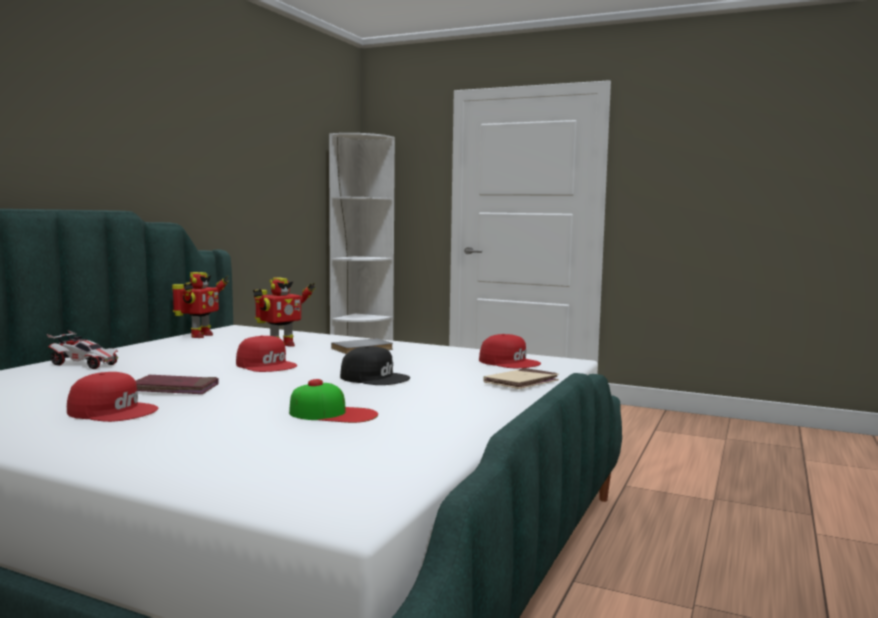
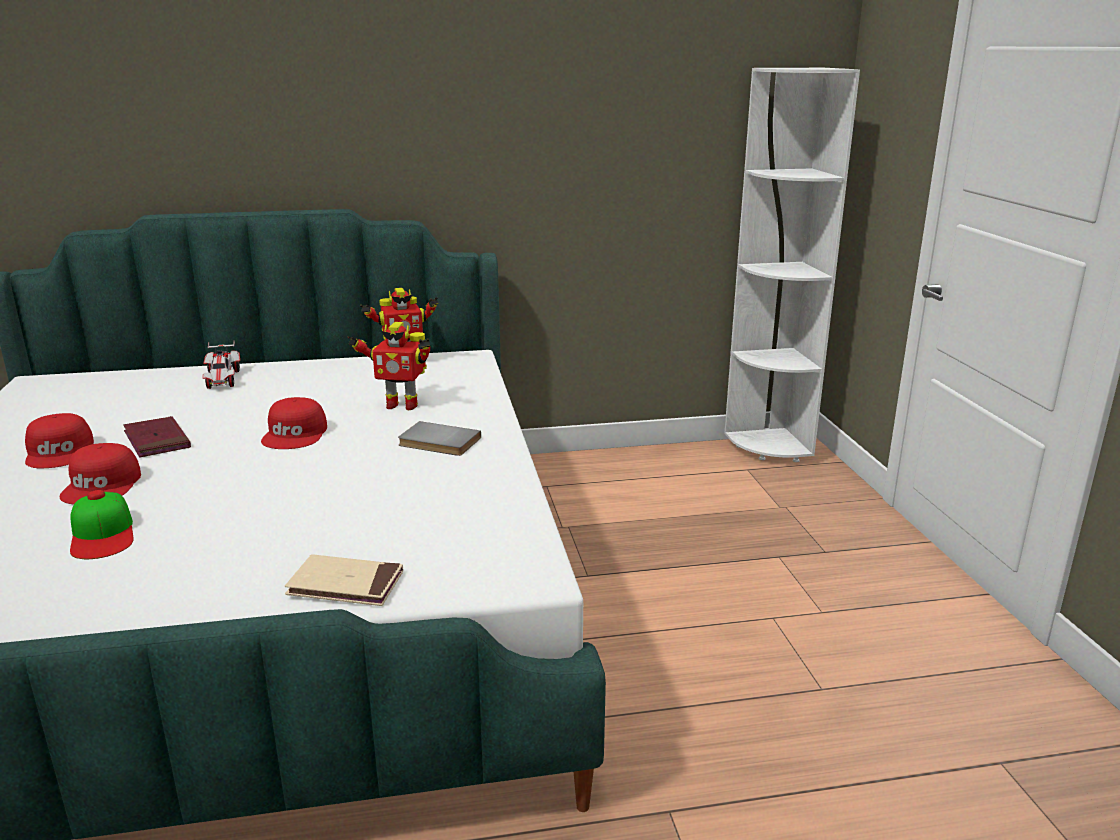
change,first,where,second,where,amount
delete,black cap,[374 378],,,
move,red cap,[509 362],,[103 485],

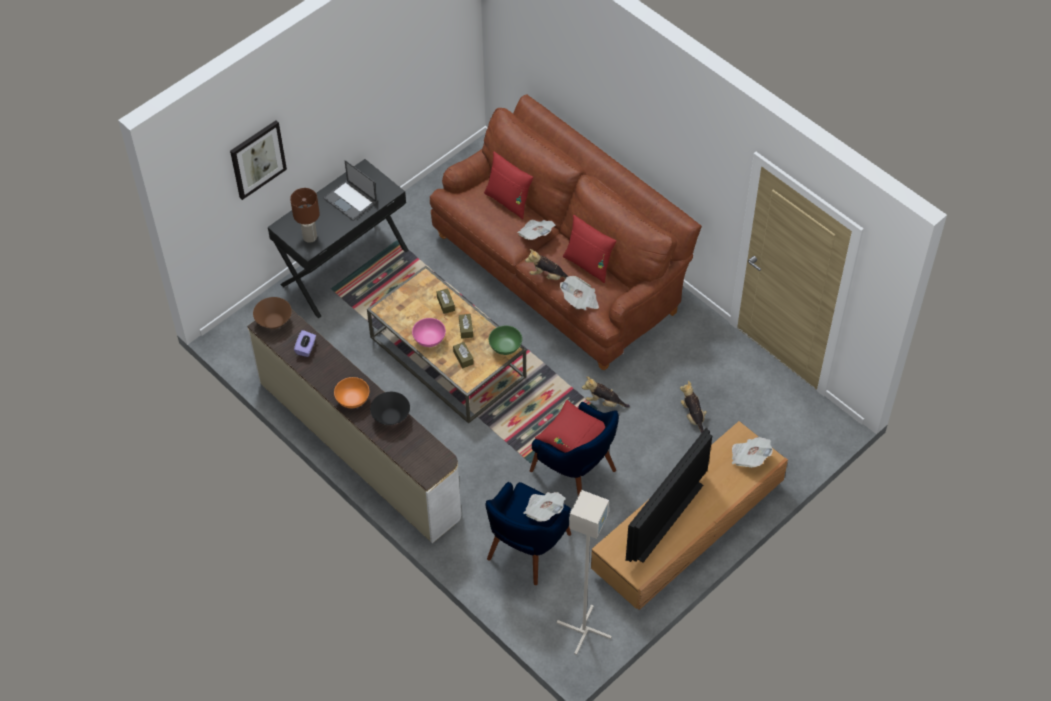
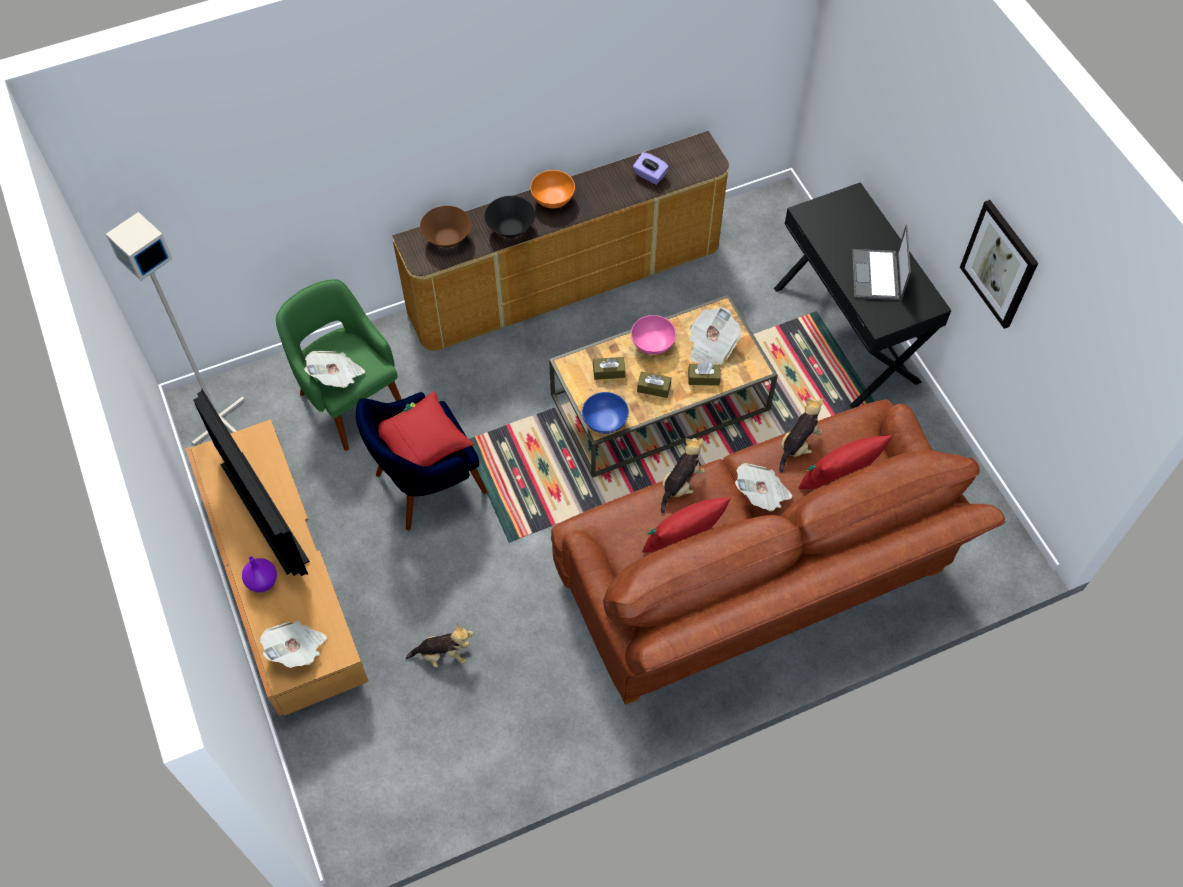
change,first,where,second,where,amount
move,picture,[257 159],,[999 264],
recolor,white cabinet,[360 447],brown cabinet,[567 281],
move,brown bowl,[274 321],,[447 239],
delete,brown table lamp,[310 237],,,
rotate,laptop,[351 200],,[877 276],60 degrees counterclockwise
recolor,blue armchair,[527 548],green armchair,[350 400],
recolor,green bowl,[505 347],blue bowl,[605 422],
move,newspaper,[580 300],,[711 345],
move,plush toy,[604 402],,[798 445],
insert,,,purple vase,[262 581],

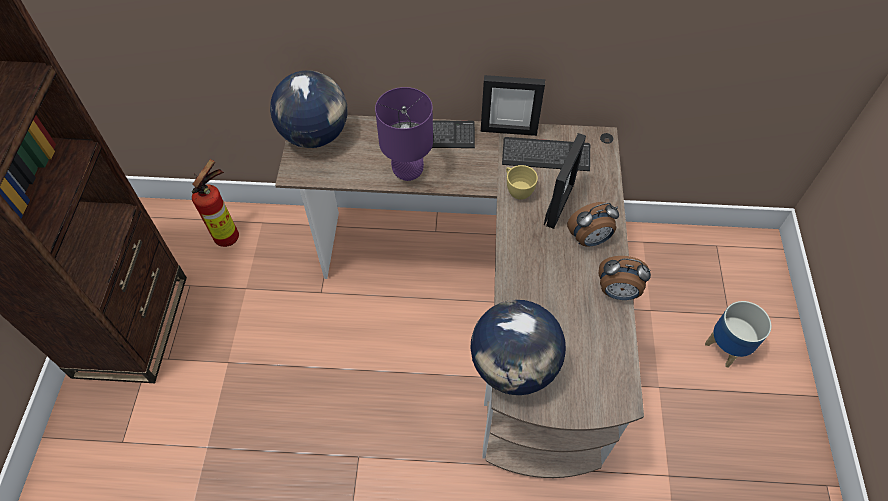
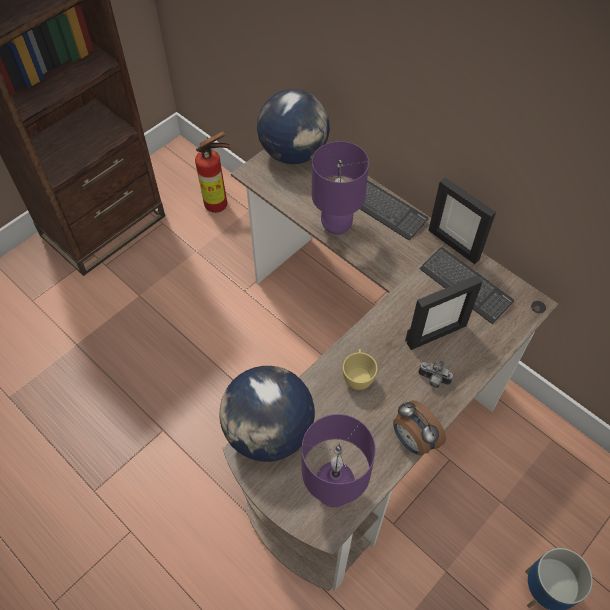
change,first,where,second,where,amount
move,yellow cup,[517 190],,[358 377],
replace,alarm clock,[589 239],photo camera,[433 380],
insert,,,purple table lamp,[332 489],

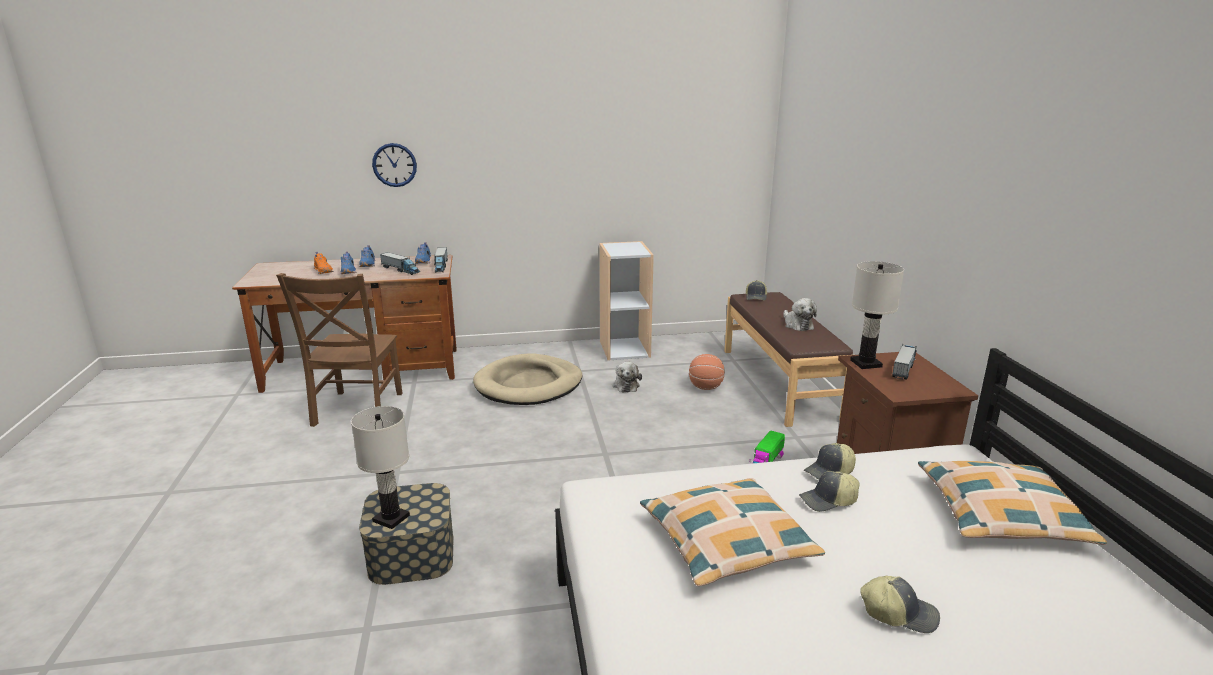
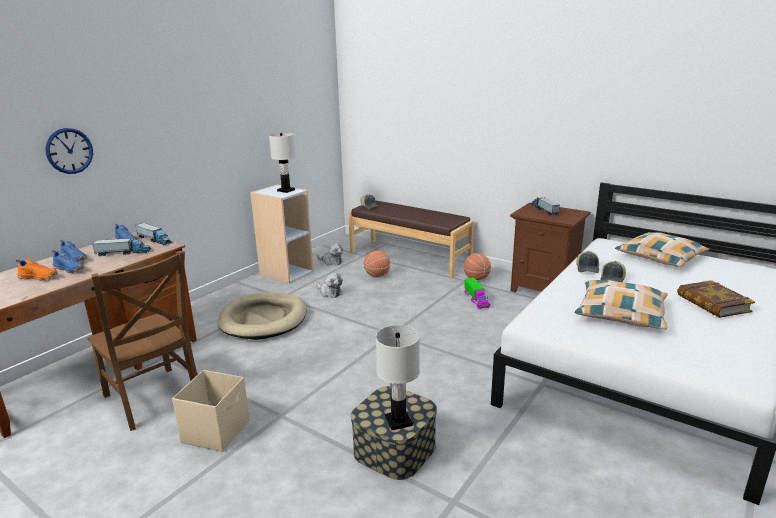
change,first,where,second,where,amount
move,plush toy,[797 325],,[331 262],
move,white table lamp,[866 363],,[286 190],
replace,cap,[898 613],book,[712 303],
insert,,,beige storage box,[217 431],
insert,,,basketball,[476 278],

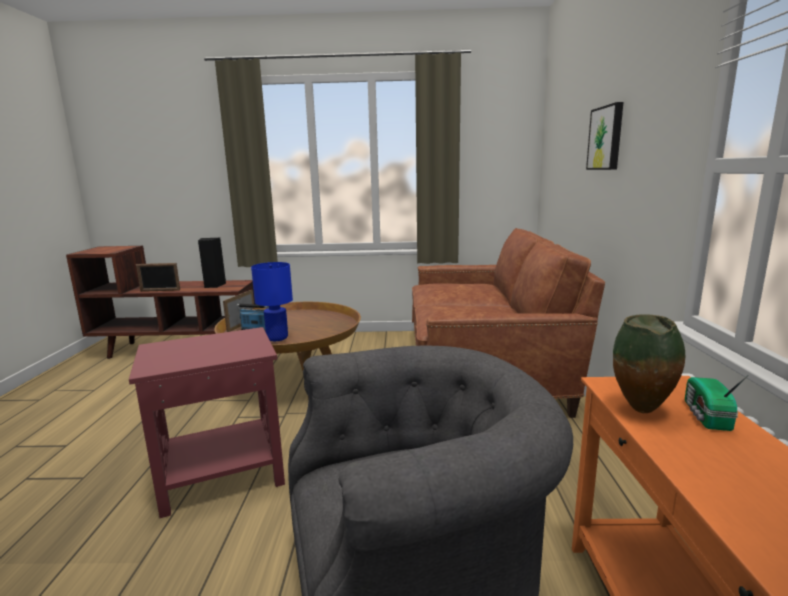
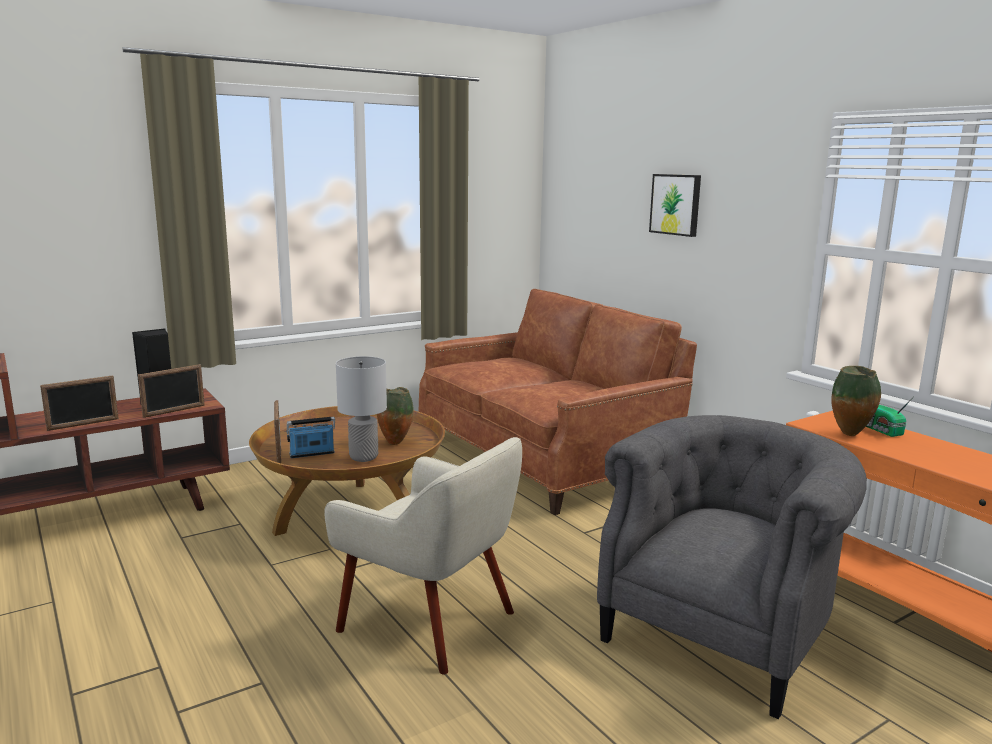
change,first,where,second,where,amount
replace,red side table,[222 474],beige armchair,[430 621],
recolor,blue table lamp,[277 339],grey table lamp,[363 459],
insert,,,picture frame,[174 411],
insert,,,vase,[395 443],

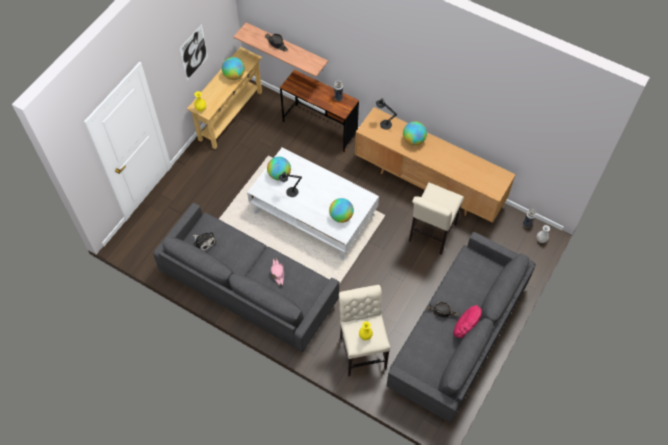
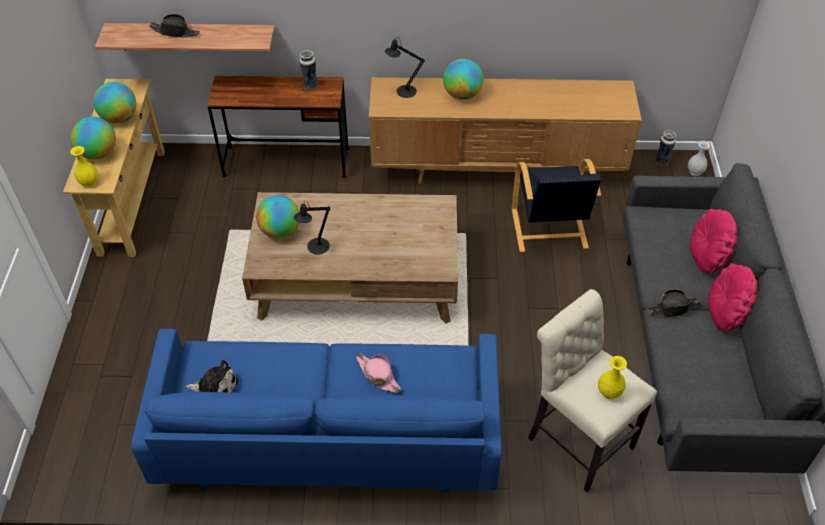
change,first,where,second,where,amount
recolor,grey sofa,[250 289],blue sofa,[329 438],
delete,picture,[194 52],,,
recolor,white coffee table,[313 213],brown coffee table,[356 277],
move,globe,[341 216],,[99 153],
replace,beige stool,[430 234],black armchair,[549 230],
insert,,,pink pillow,[706 258],

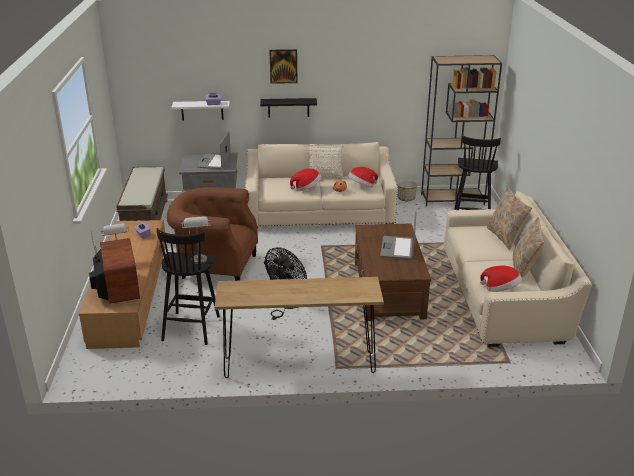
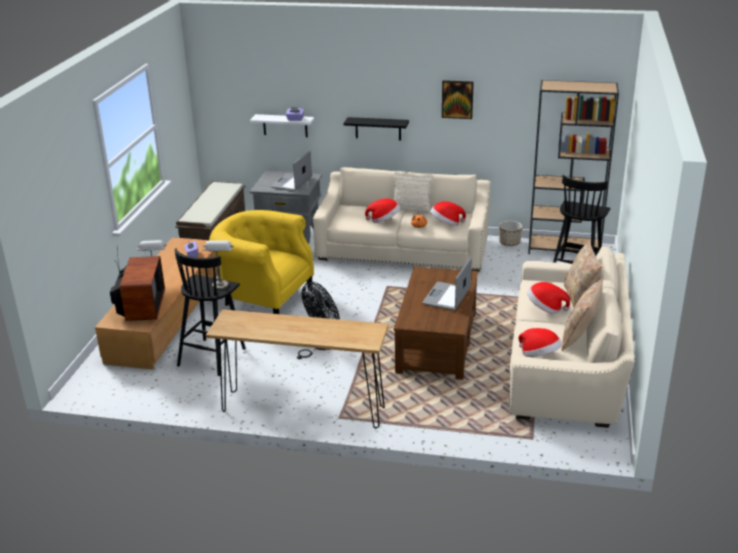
change,first,where,second,where,amount
recolor,brown armchair,[215 269],yellow armchair,[263 299],
move,picture,[283 66],,[457 99],
insert,,,hat,[545 308],

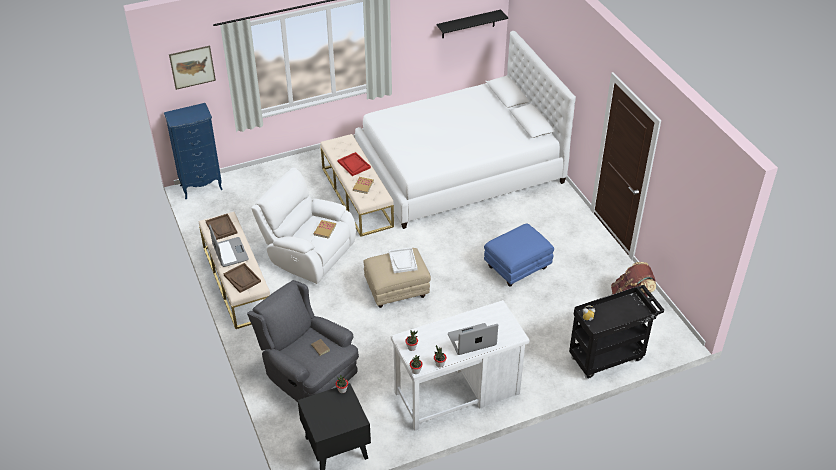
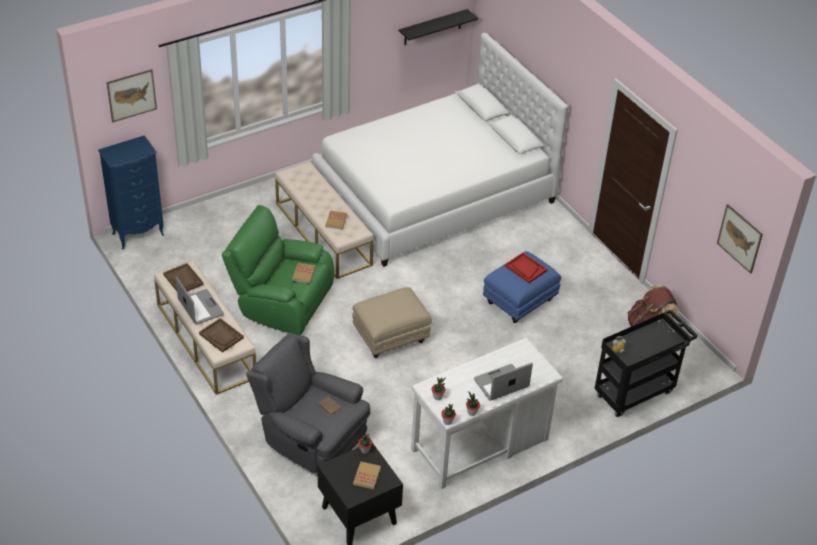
change,first,where,second,where,amount
recolor,white armchair,[308 253],green armchair,[281 302],
move,red tray,[354 165],,[525 268],
delete,white tray,[403 261],,,
insert,,,book,[367 476],
insert,,,picture,[739 238],

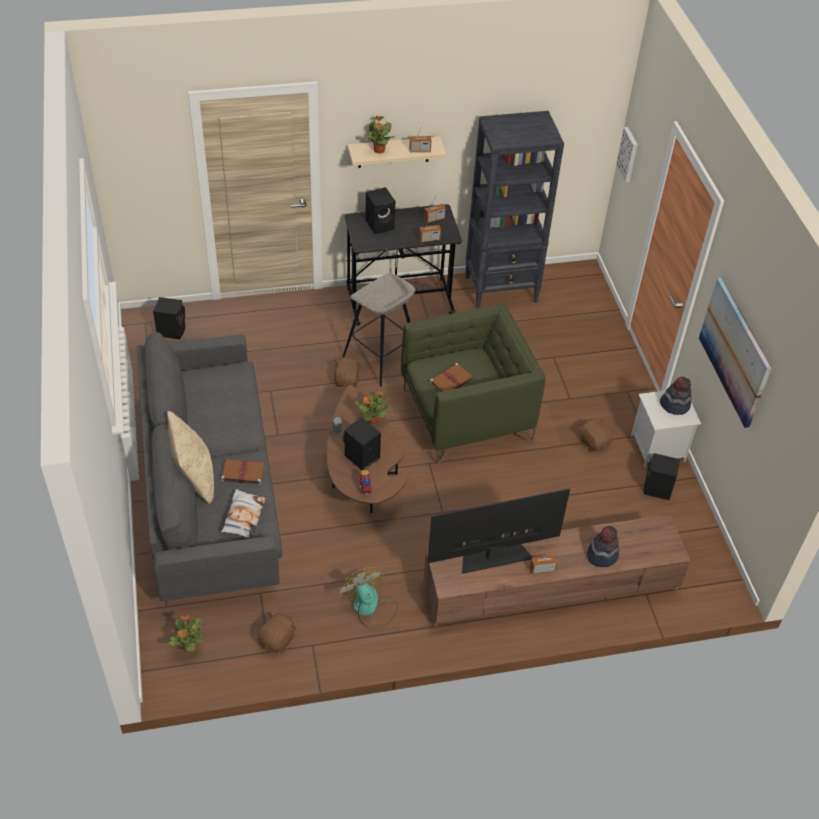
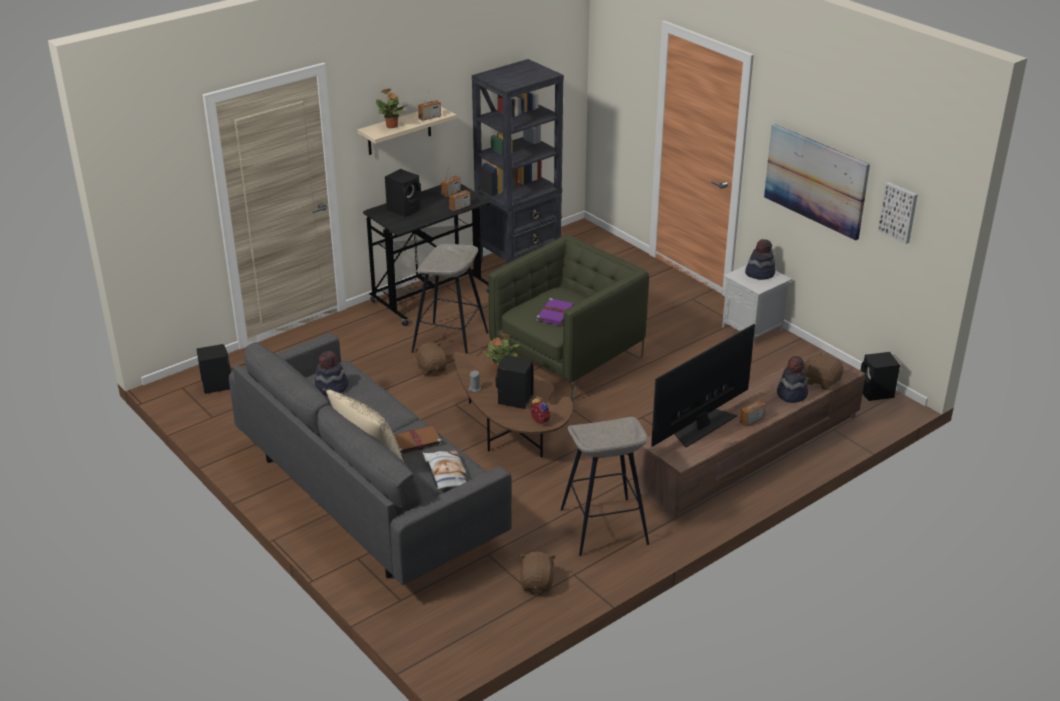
change,first,where,second,where,amount
delete,potted plant,[189 647],,,
replace,fan,[370 608],grey stool,[603 527],
recolor,brown book,[451 380],purple book,[555 313],
move,brown plush toy,[594 442],,[821 381],
move,picture,[628 154],,[899 212],
move,black speaker,[657 489],,[876 393],
insert,,,hat,[331 388],

